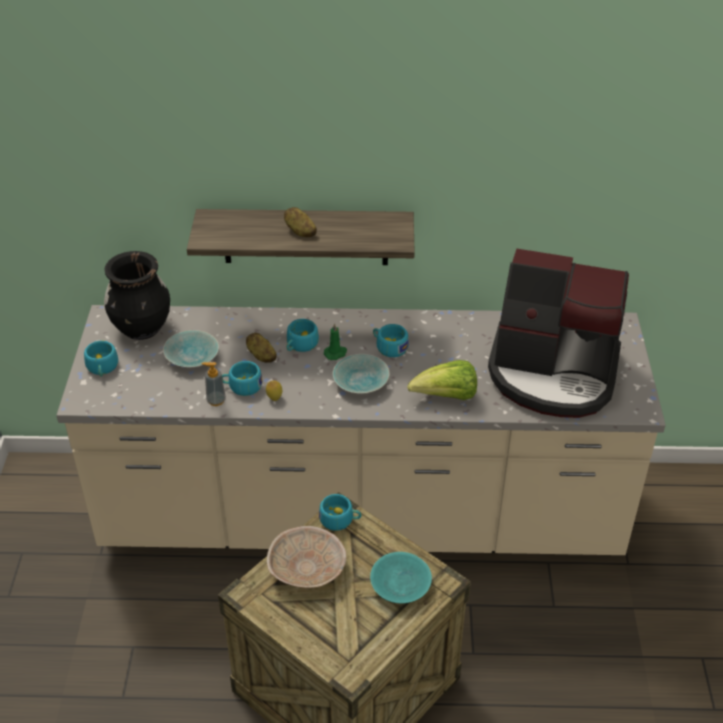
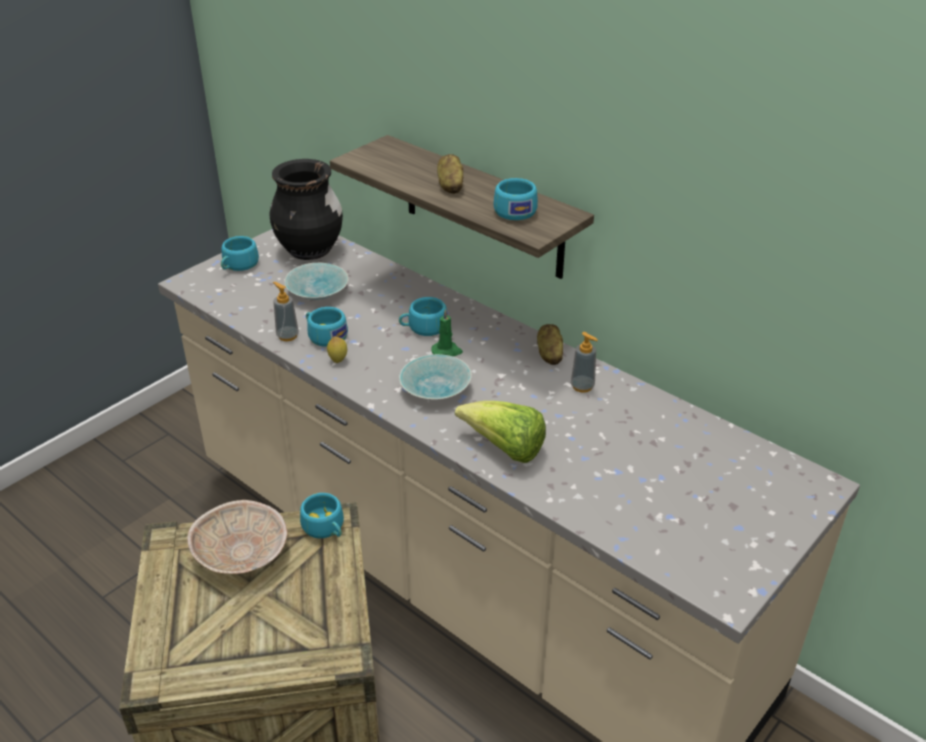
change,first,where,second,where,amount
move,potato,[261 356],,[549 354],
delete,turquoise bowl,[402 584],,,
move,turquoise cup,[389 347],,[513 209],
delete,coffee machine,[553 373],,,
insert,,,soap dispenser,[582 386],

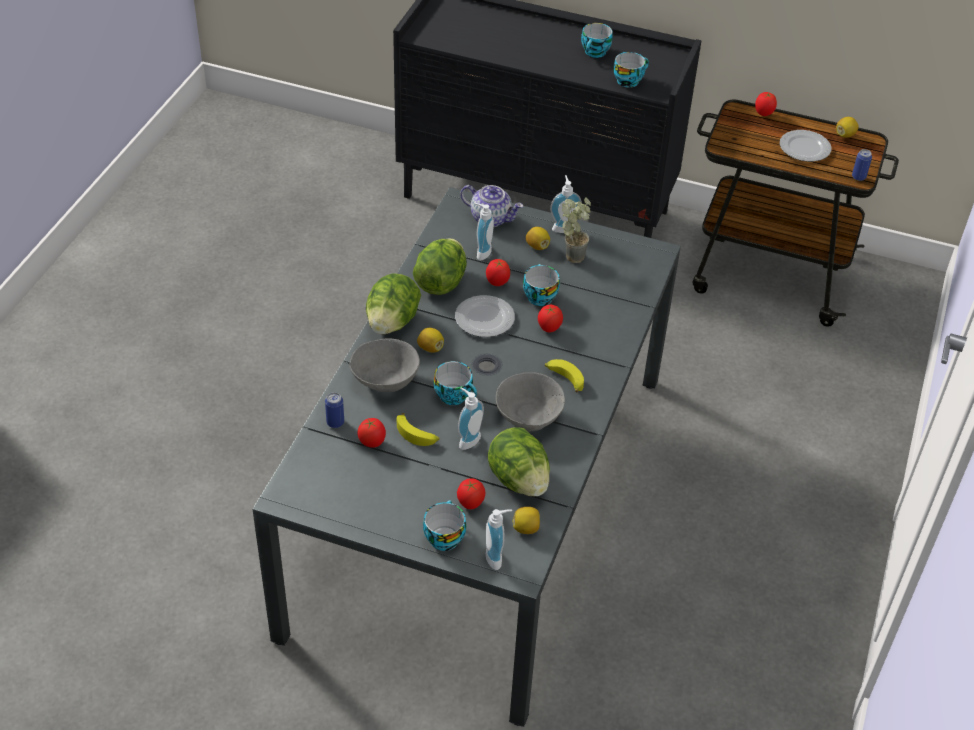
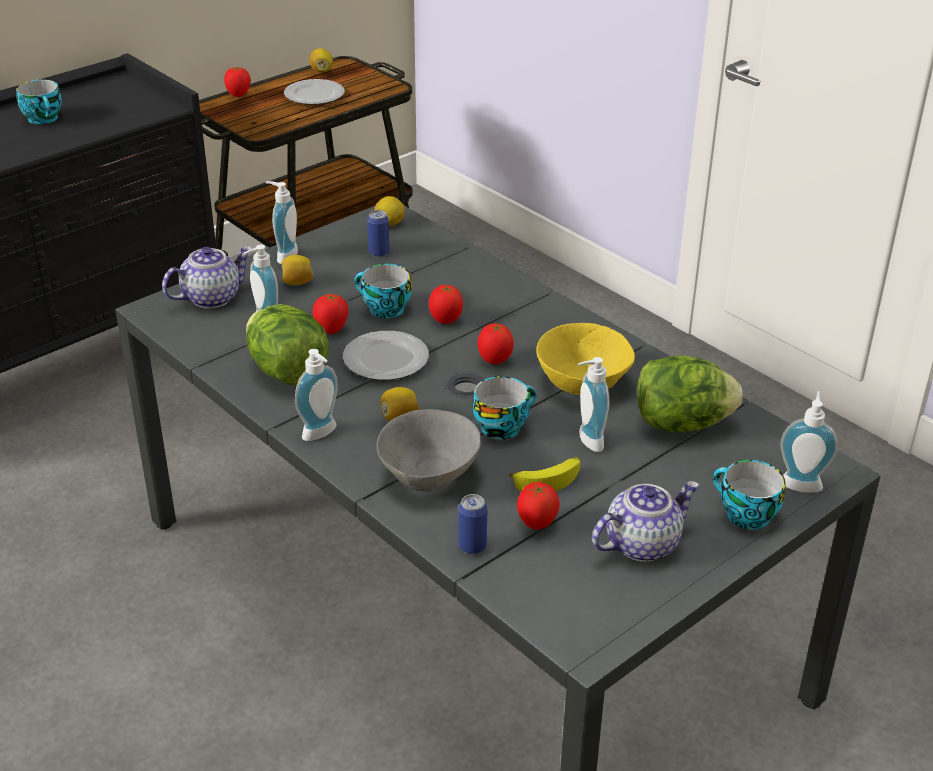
change,first,where,second,where,amount
replace,lettuce,[392 322],soap dispenser,[322 434],
move,tomato,[470 504],,[495 361],
recolor,grey bowl,[527 417],yellow bowl,[581 383],
move,lemon,[526 528],,[389 224],
delete,banana,[564 379],,,
delete,potted plant,[574 253],,,
delete,cup,[628 80],,,
move,can,[858 177],,[379 252],
insert,,,teapot,[642 543],

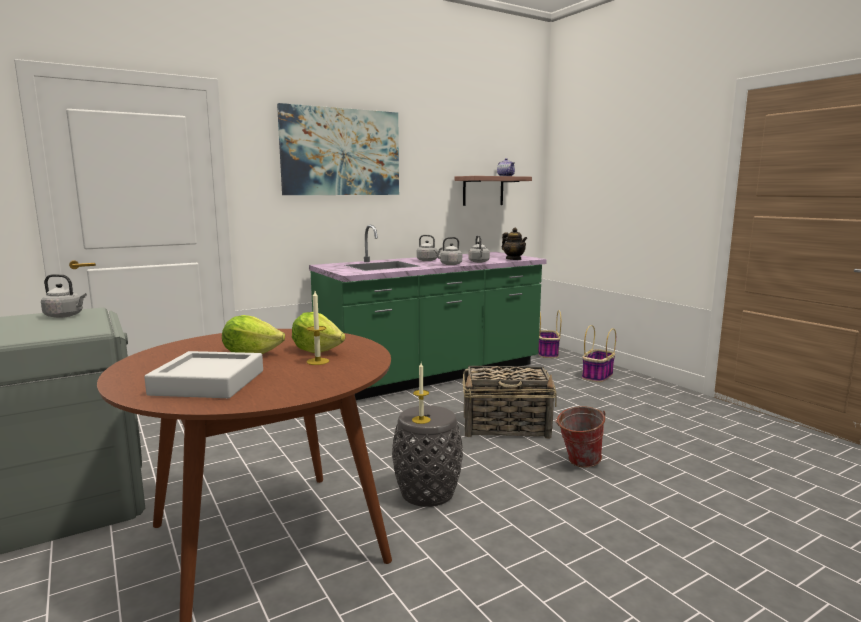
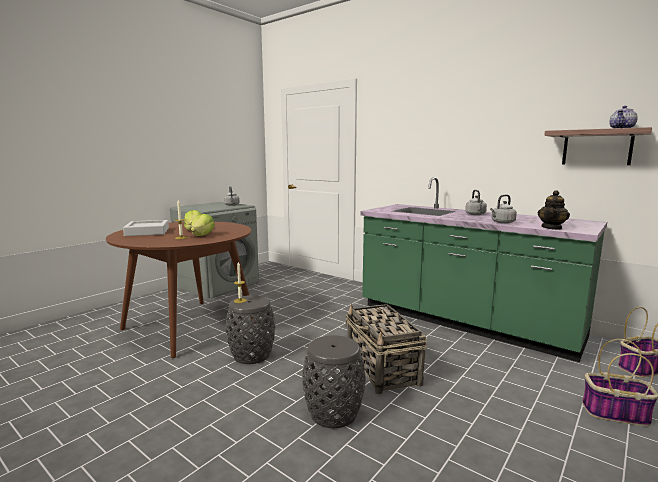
change,first,where,second,where,amount
delete,picture,[341 152],,,
delete,grey kettle,[449 264],,,
replace,bucket,[577 462],grey stool,[333 413],

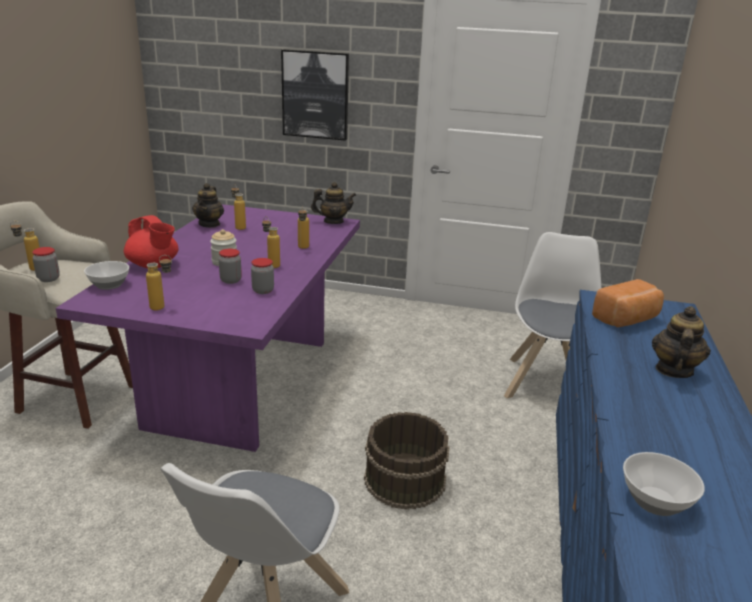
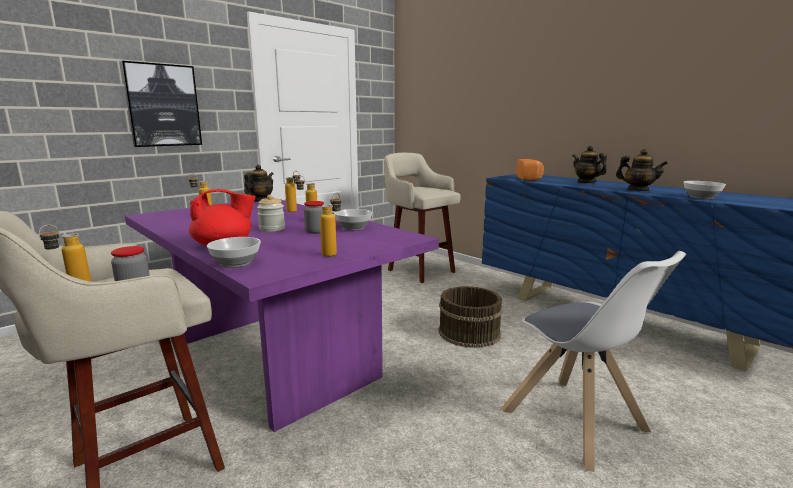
change,first,where,second,where,amount
move,teapot,[209 224],,[638 190],
replace,jar,[263 290],bowl,[353 228],
replace,chair,[545 382],beige stool,[419 270],

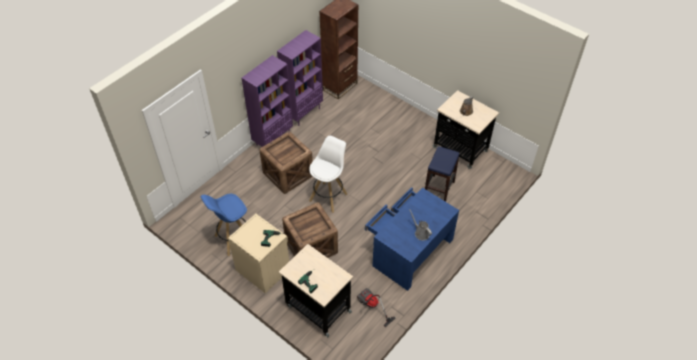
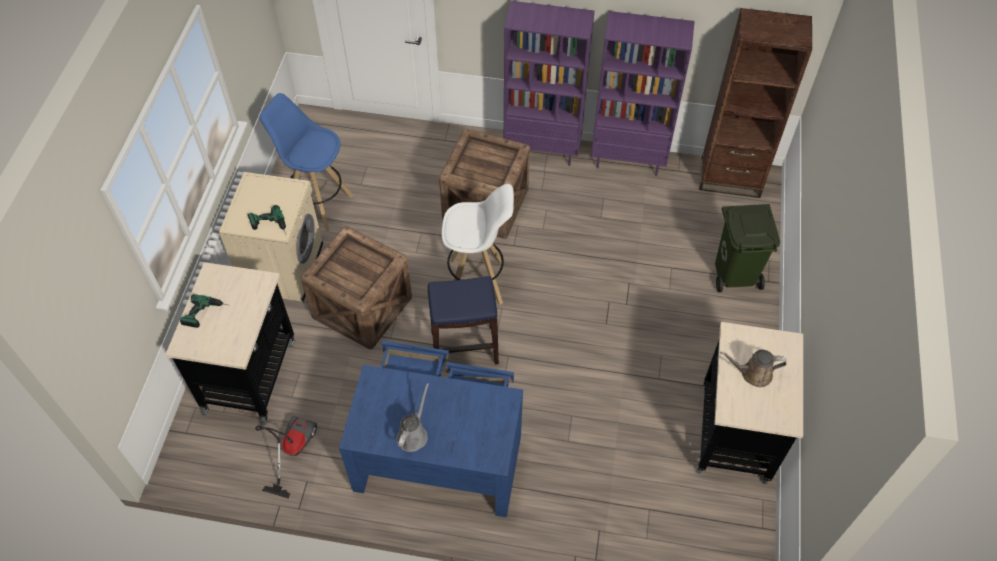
change,first,where,second,where,amount
move,stool,[439 189],,[464 348],
insert,,,green trash can,[735 273],

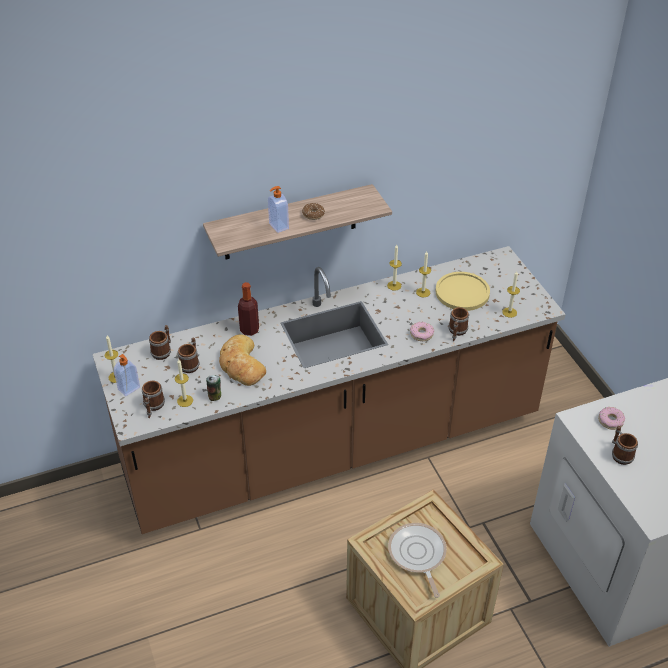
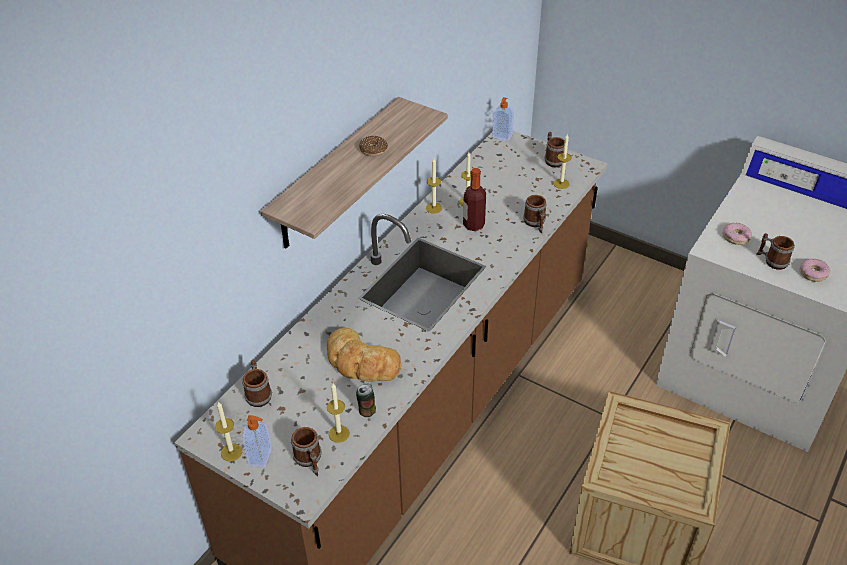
change,first,where,second,where,amount
move,mug,[191 364],,[552 159],
move,bottle,[249 330],,[473 225],
move,soap dispenser,[278 226],,[502 136],
delete,frying pan,[417 555],,,
move,donut,[421 334],,[813 273],
delete,yellow plate,[462 292],,,

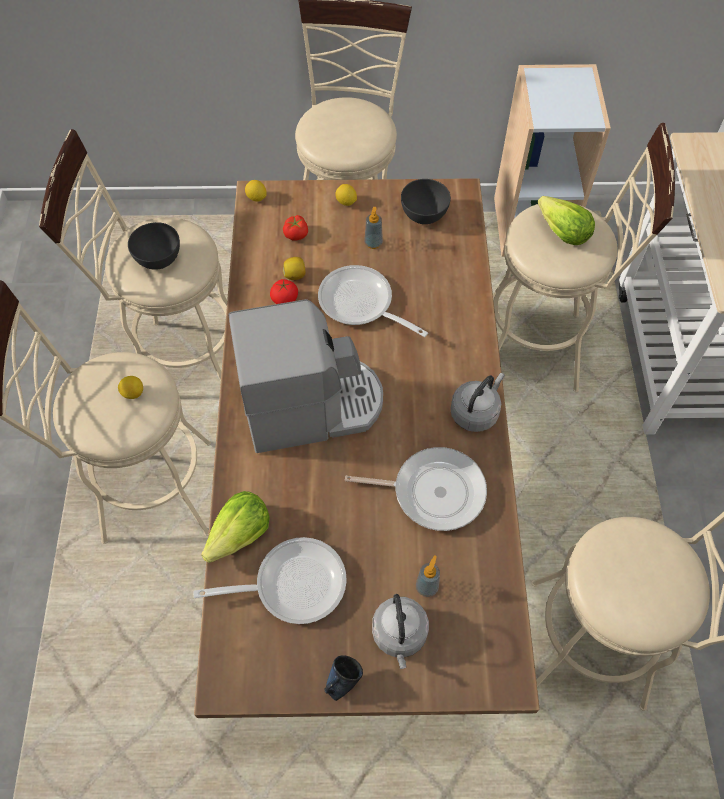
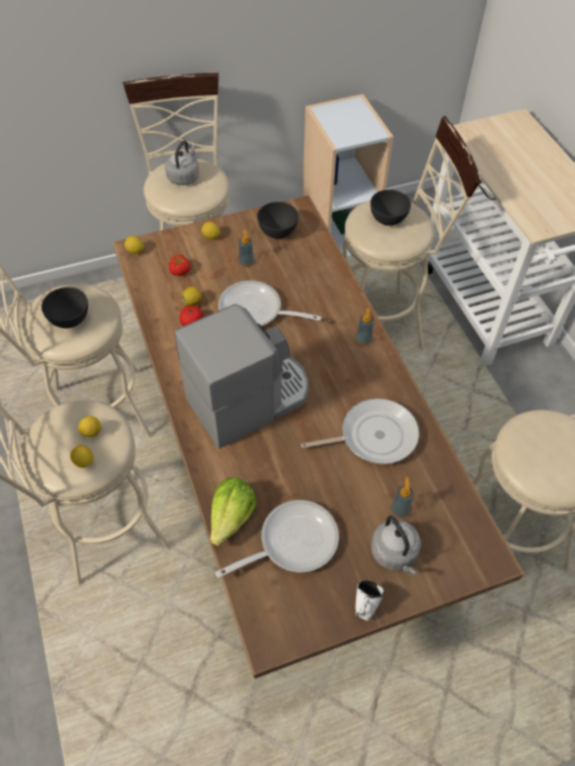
change,first,where,second,where,amount
recolor,blue mug,[342 683],white mug,[365 606],
move,grey kettle,[475 412],,[184 176],
replace,lettuce,[562 232],grey bowl,[388 219],
insert,,,lemon,[84 461],
insert,,,soap dispenser,[363 340],

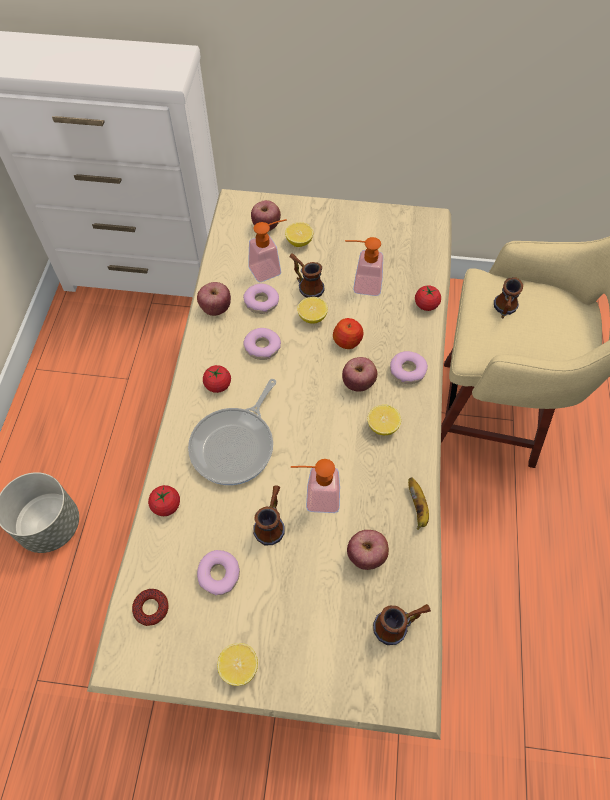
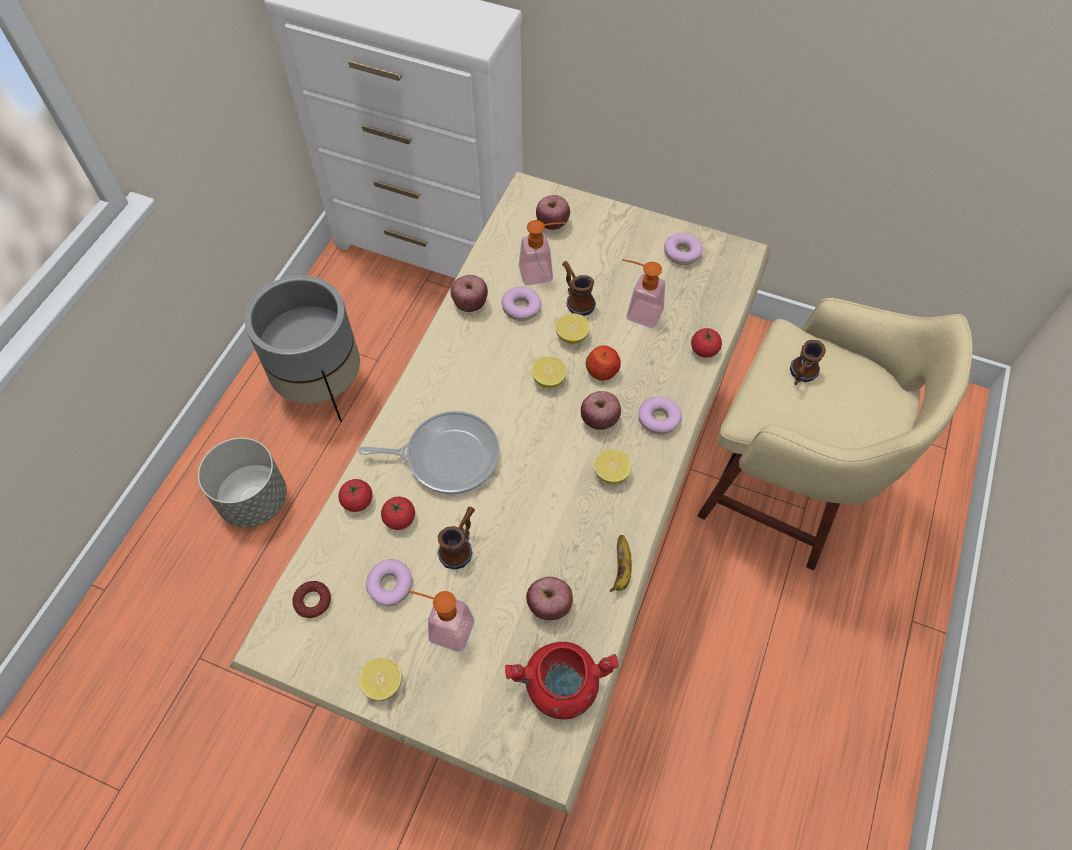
change,first,where,second,where,amount
rotate,frying pan,[235 445],,[447 456],135 degrees counterclockwise
move,tomato,[218 385],,[399 519],
move,donut,[262 347],,[682 253],
move,lemon,[299 242],,[549 379],
move,soap dispenser,[315 498],,[443 628],
replace,mug,[398 625],red cooking pot,[560 686],
insert,,,grey planter,[322 386],

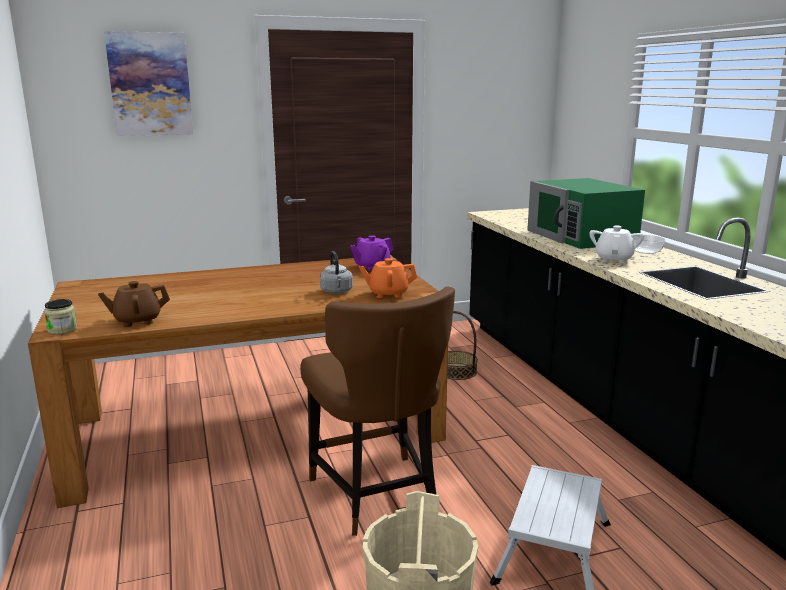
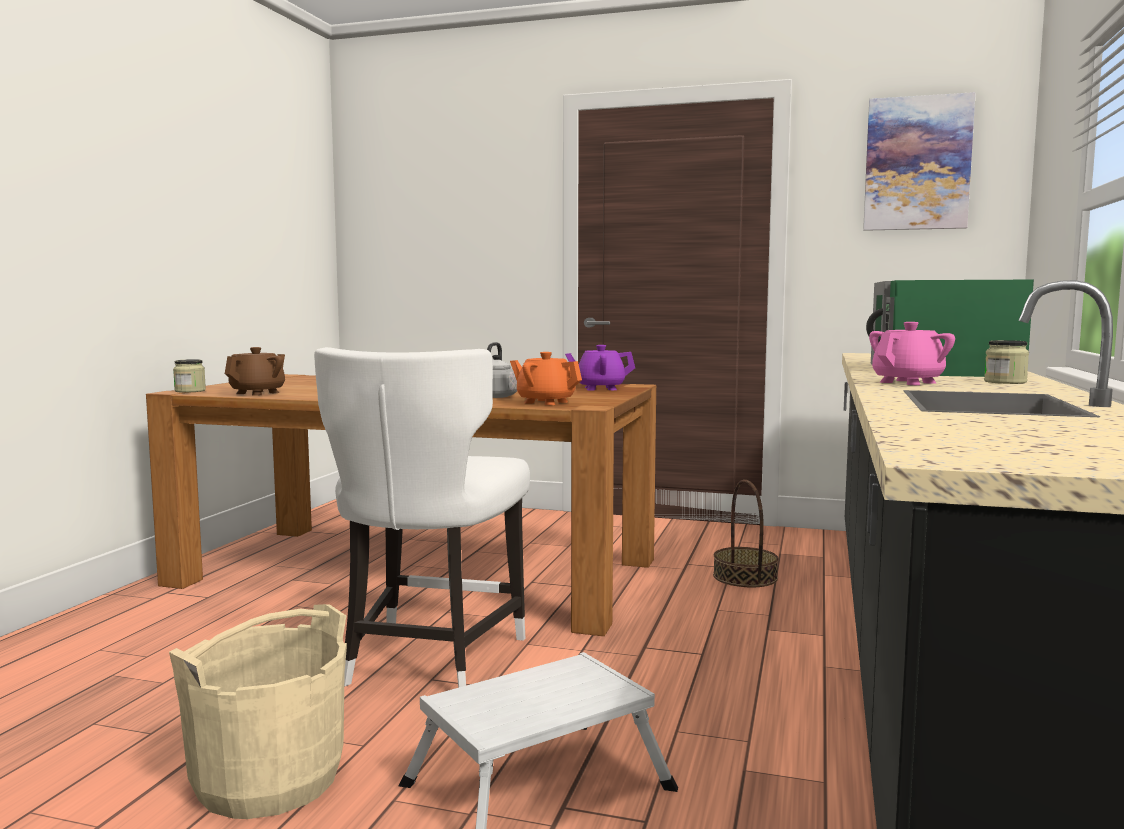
change,first,where,second,where,amount
rotate,brown teapot,[137 321],,[258 393],105 degrees clockwise
move,picture,[150 84],,[917 164],
recolor,brown chair,[376 496],white chair,[429 661],
recolor,white teapot,[614 259],pink teapot,[908 382],
replace,bowl,[646 251],jar,[1005 382],

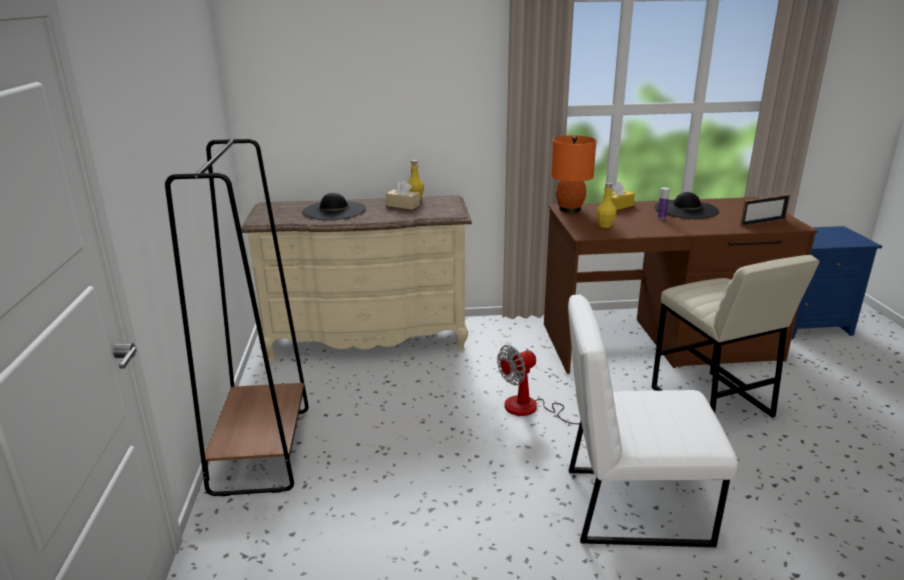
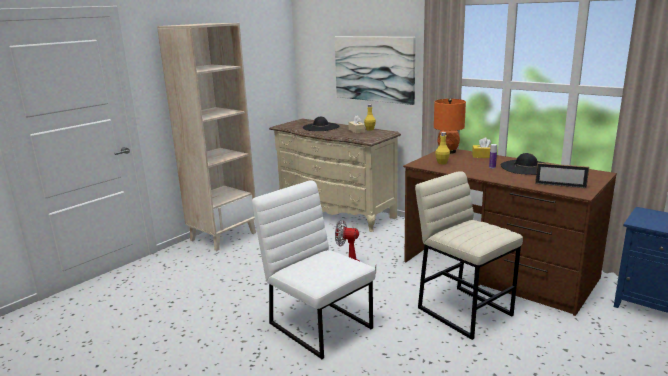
change,first,where,second,where,amount
replace,clothes rack,[262 451],beige bookcase,[223 236],
rotate,beige chair,[713 403],,[462 310],120 degrees clockwise
insert,,,picture,[374 69],

